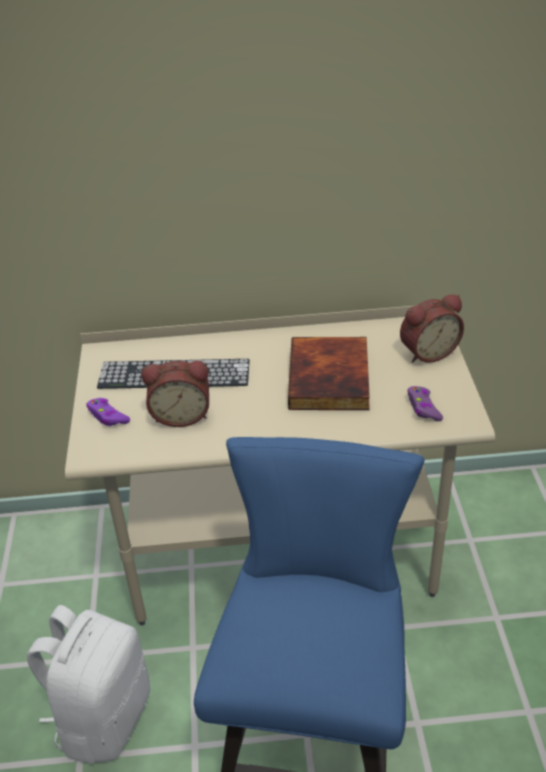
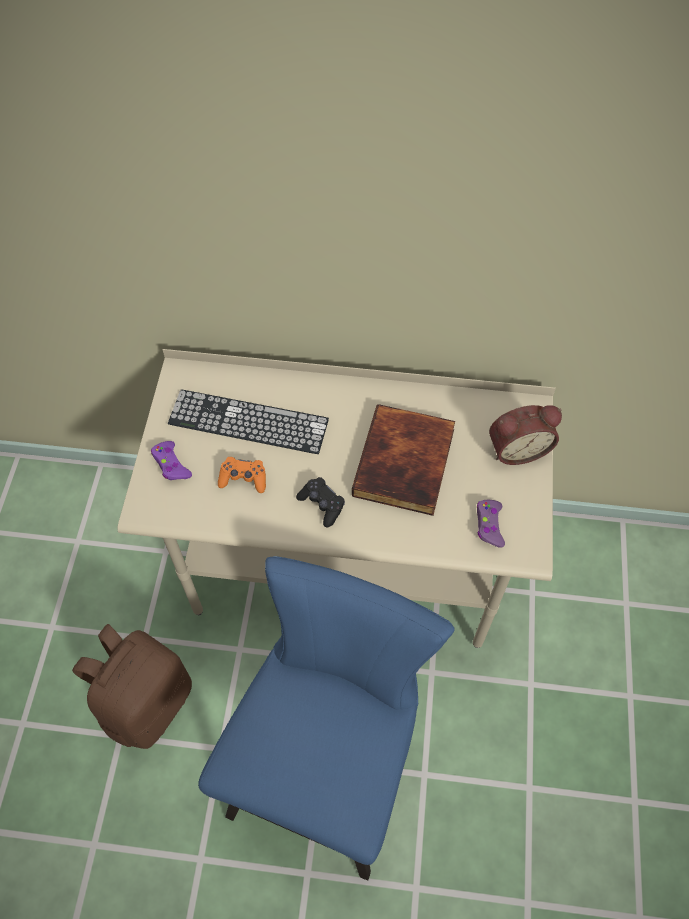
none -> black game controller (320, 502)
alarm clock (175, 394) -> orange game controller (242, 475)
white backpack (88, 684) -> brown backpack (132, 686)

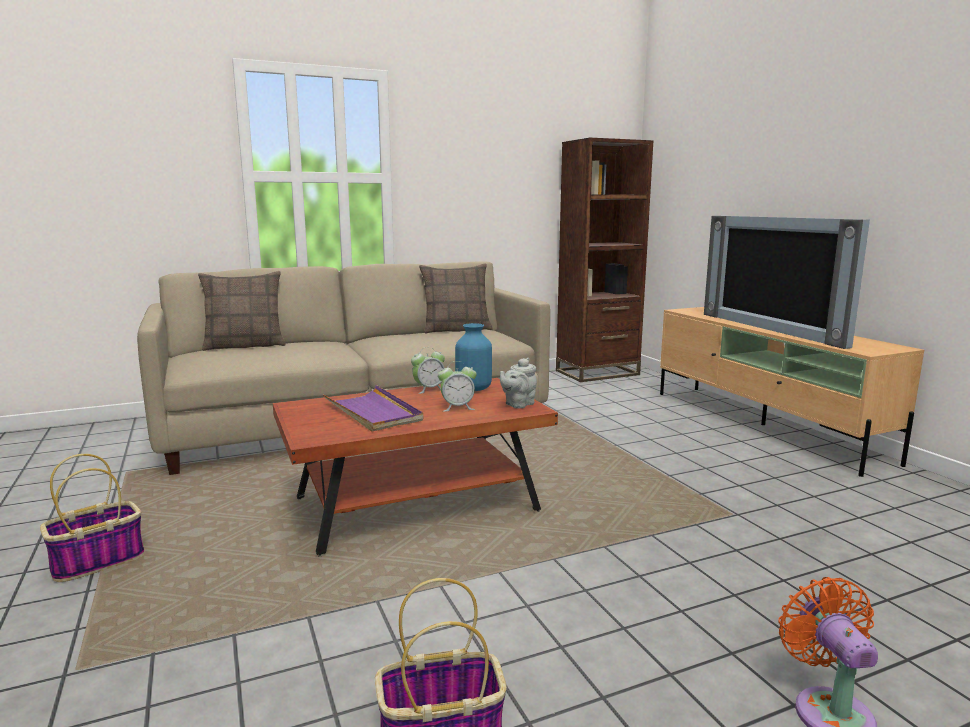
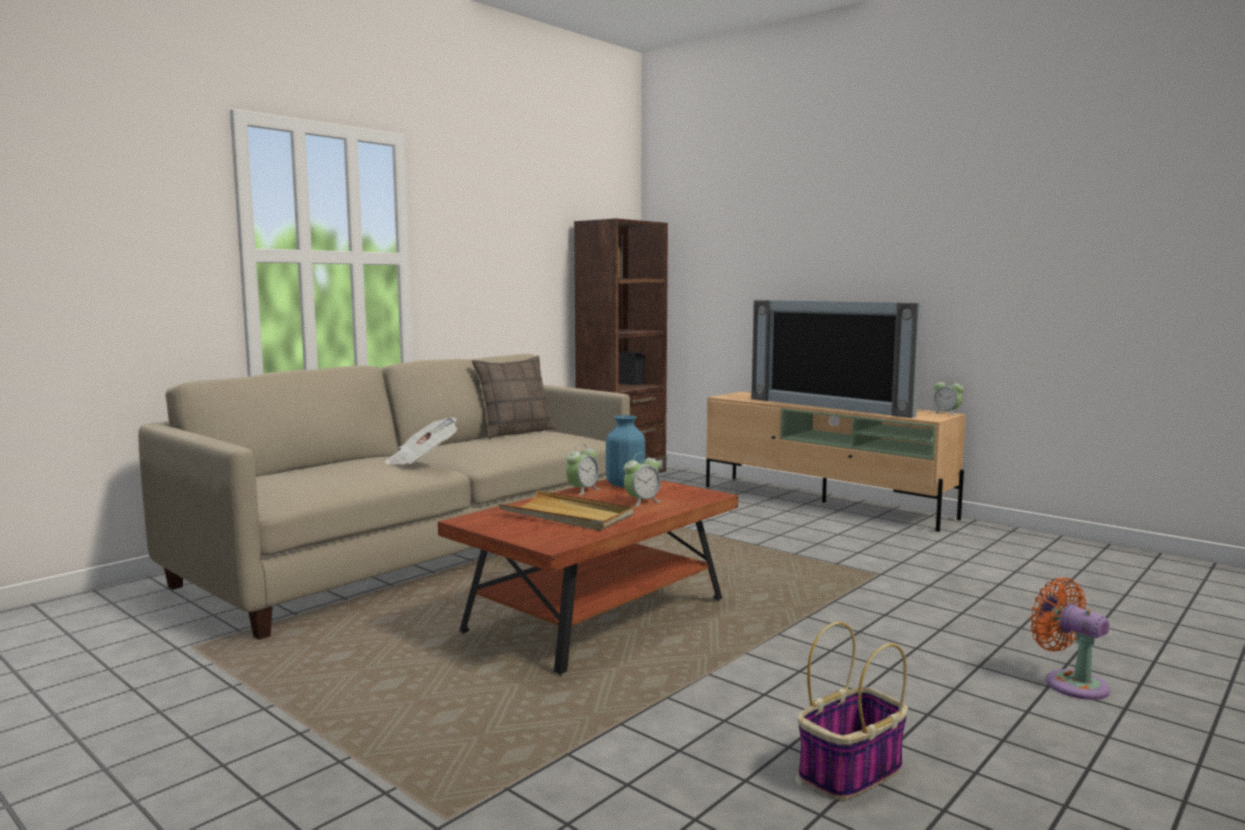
basket (92, 518) -> none
pillow (242, 311) -> none
grey teapot (518, 383) -> none
none -> newspaper (421, 441)
none -> alarm clock (949, 396)
purple tray (372, 408) -> beige tray (566, 510)

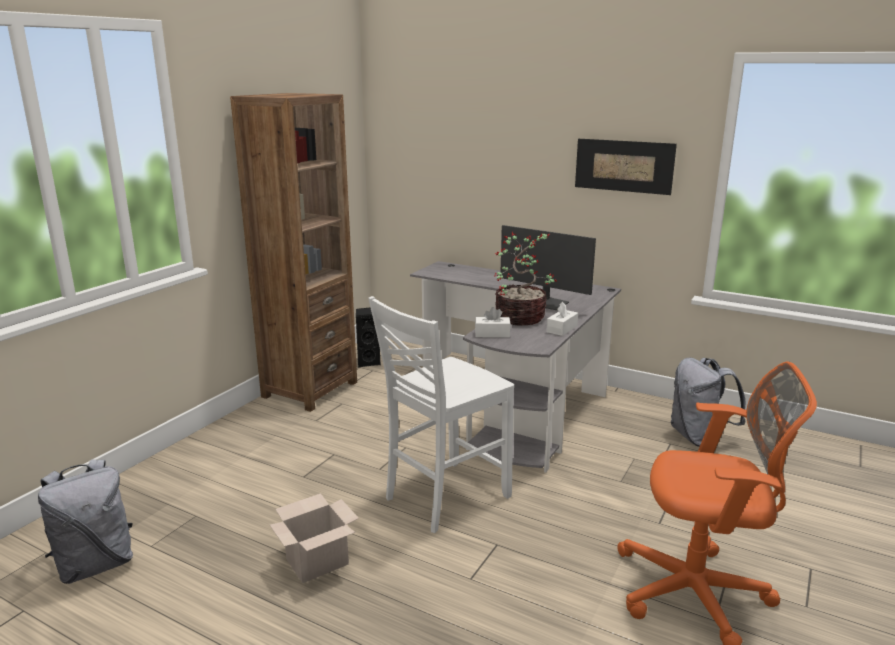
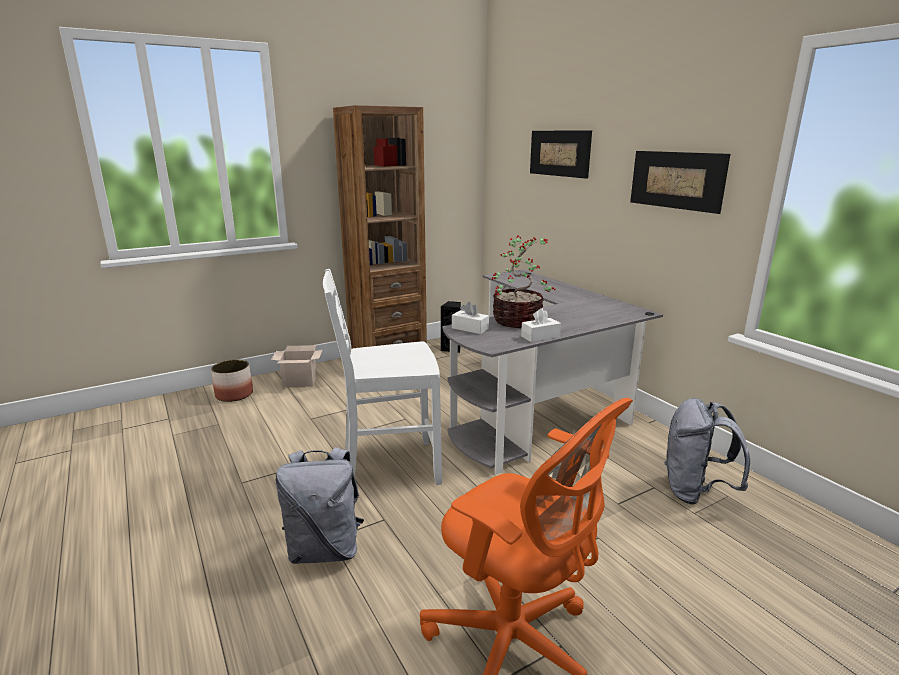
monitor (548, 267) -> none
none -> planter (232, 380)
none -> picture (561, 154)
grey backpack (85, 522) -> grey backpack (319, 505), shifted
cardboard box (314, 538) -> cardboard box (296, 366), shifted

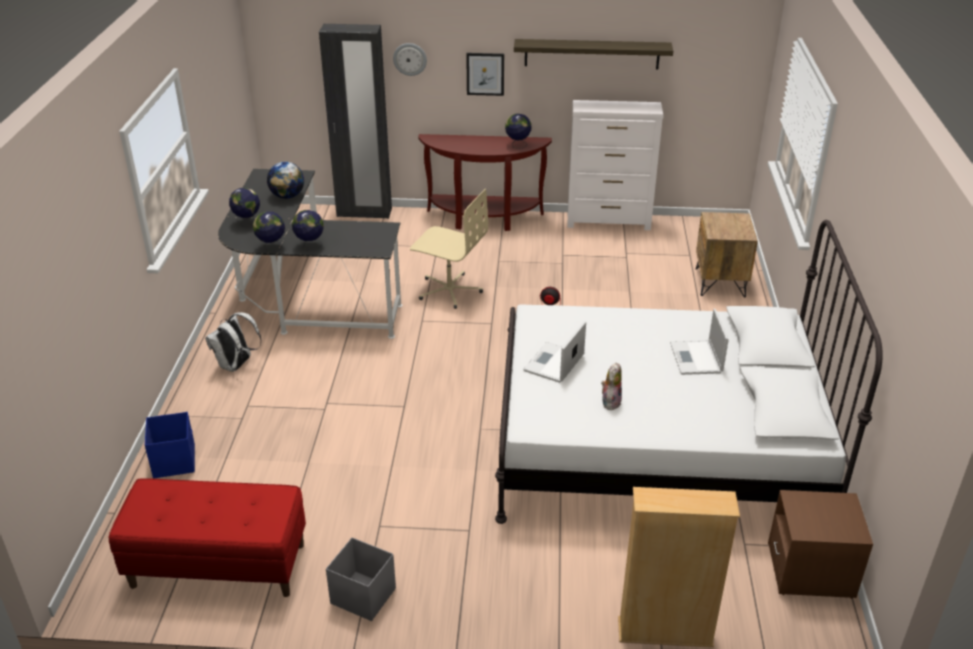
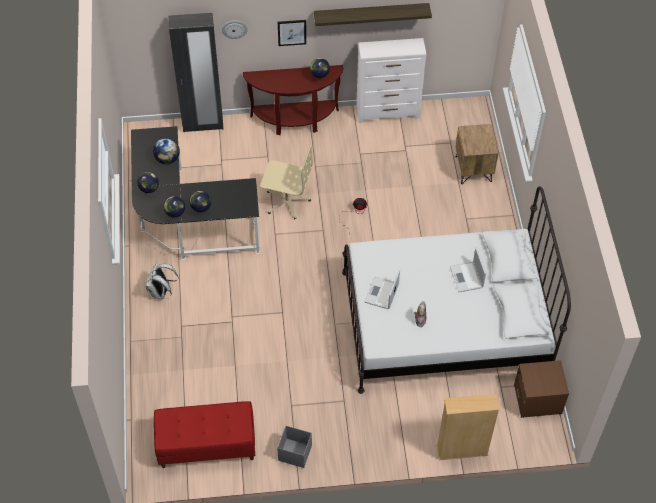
blue storage box (170, 445) -> none

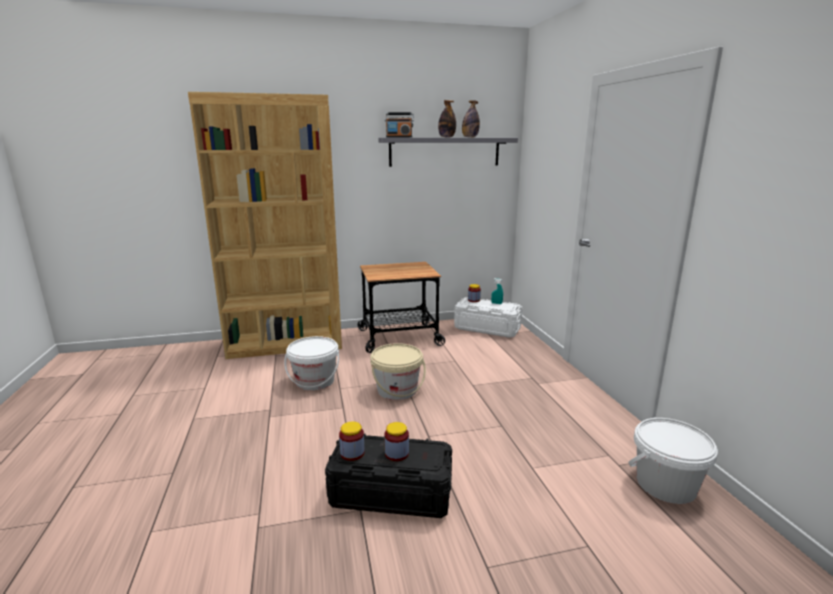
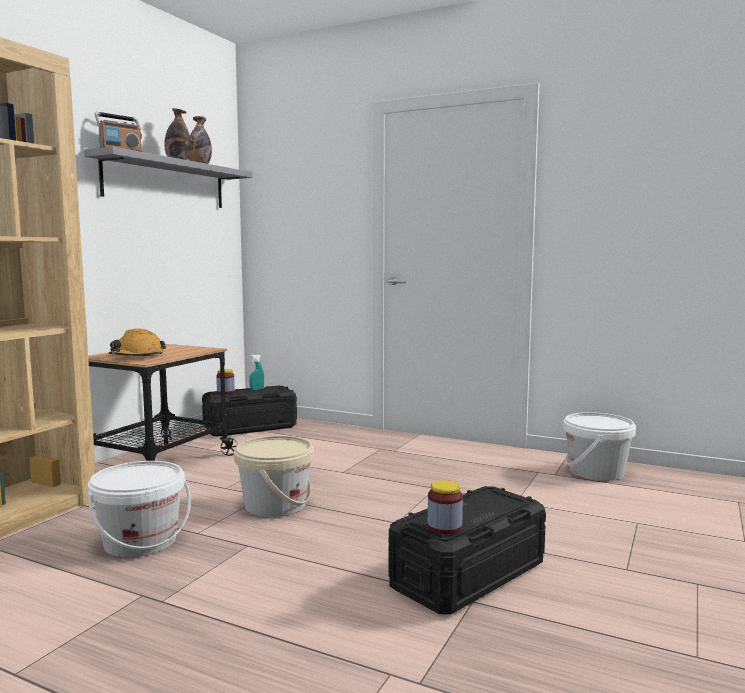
jar (396, 441) -> none
none -> orange hard hat (137, 342)
white storage box (488, 317) -> black storage box (249, 411)

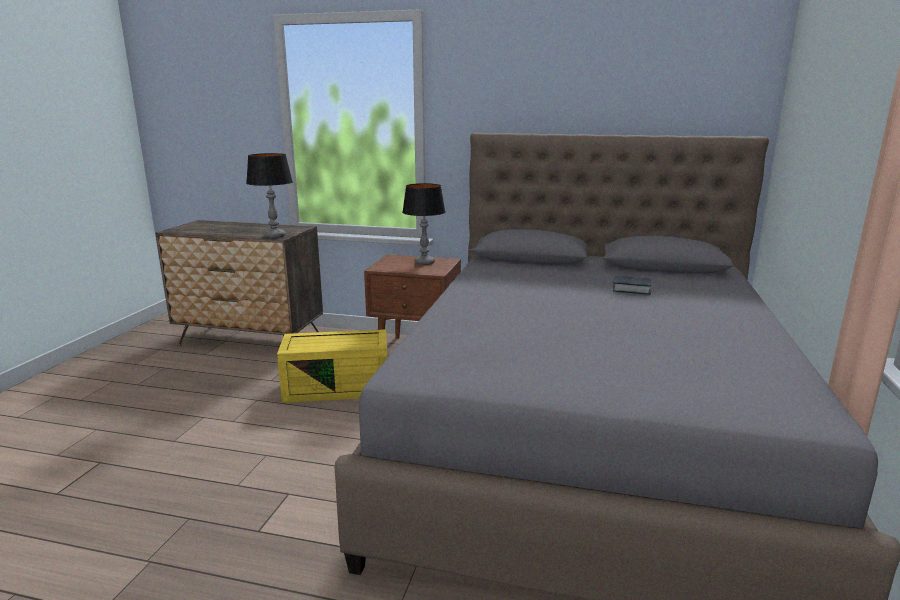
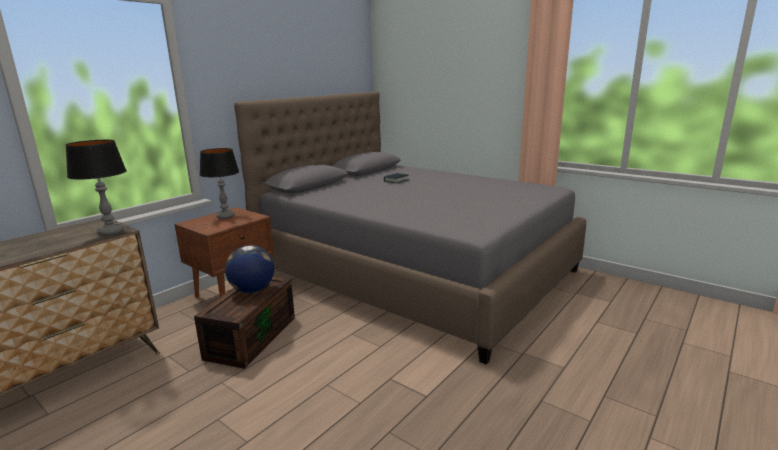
none -> globe (249, 269)
yellow storage box (332, 366) -> brown storage box (244, 323)

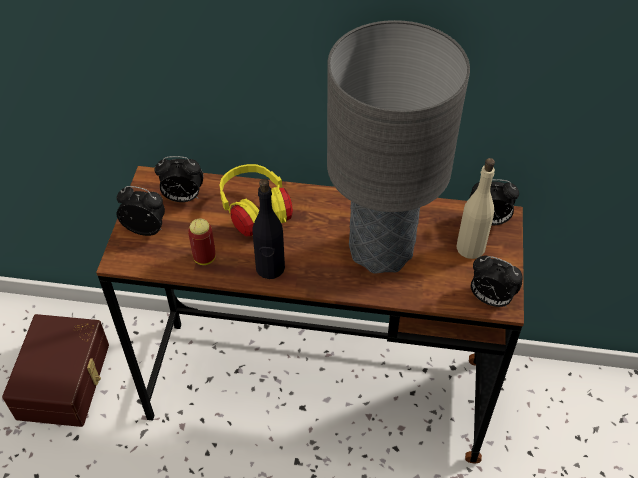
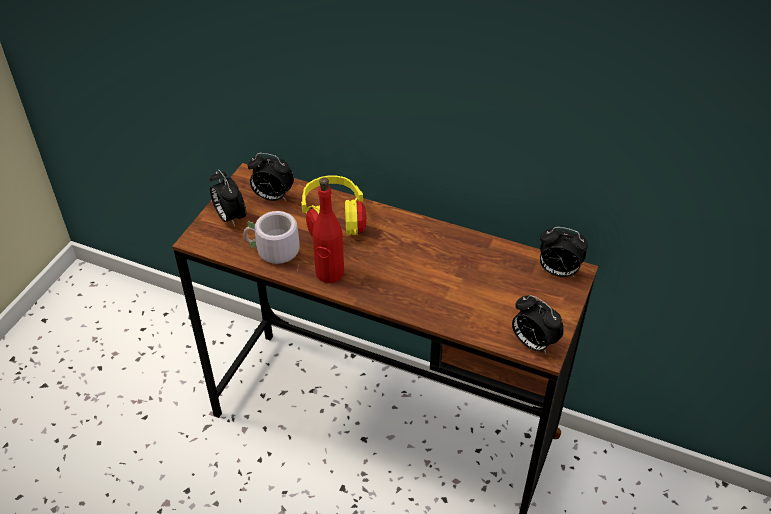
brown storage box (55, 370) -> none
grey table lamp (398, 147) -> none
beige bottle (475, 208) -> none
can (202, 242) -> grey mug (271, 241)
black bottle (268, 229) -> red bottle (328, 230)
alarm clock (141, 211) -> alarm clock (228, 198), 150 degrees counterclockwise

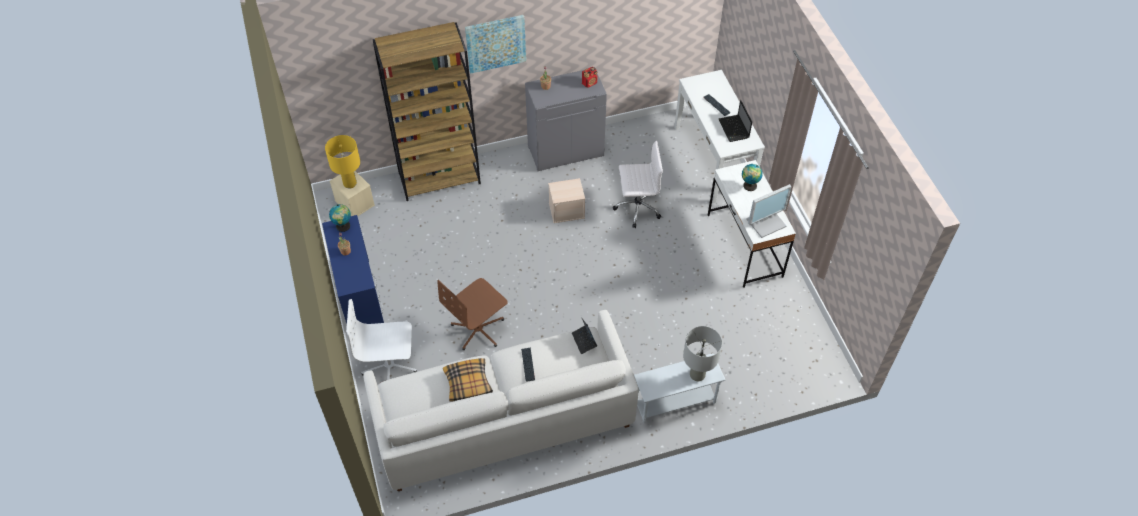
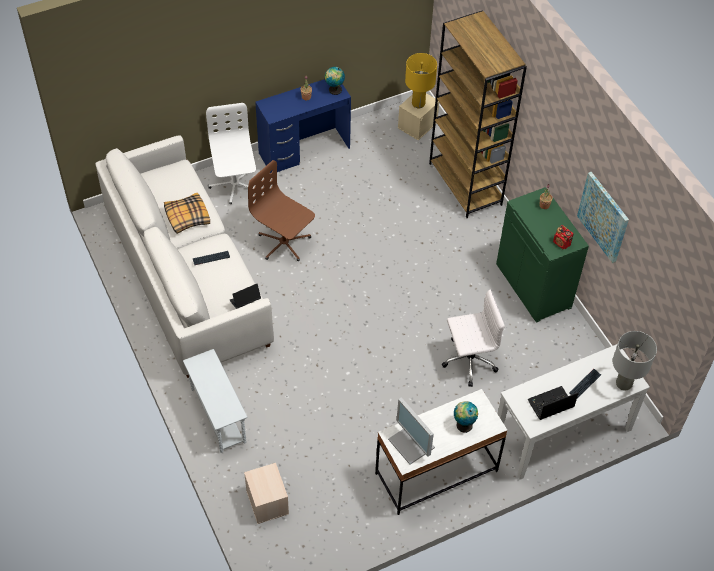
picture (495, 44) -> picture (603, 217), shifted
beige storage box (566, 200) -> beige storage box (266, 493), shifted
grey table lamp (702, 353) -> grey table lamp (635, 361), shifted
grey cabinet (566, 120) -> green cabinet (542, 254)
white office chair (638, 184) -> white office chair (473, 338), 90 degrees counterclockwise

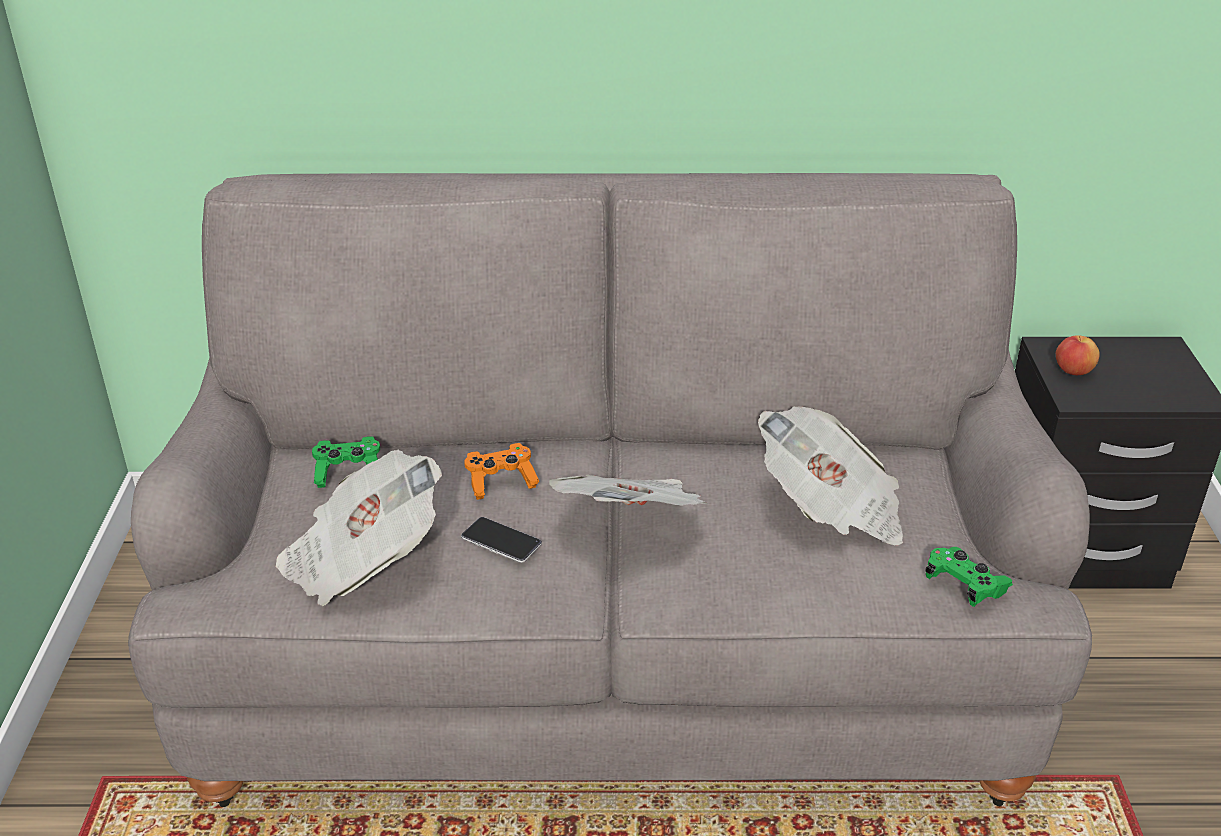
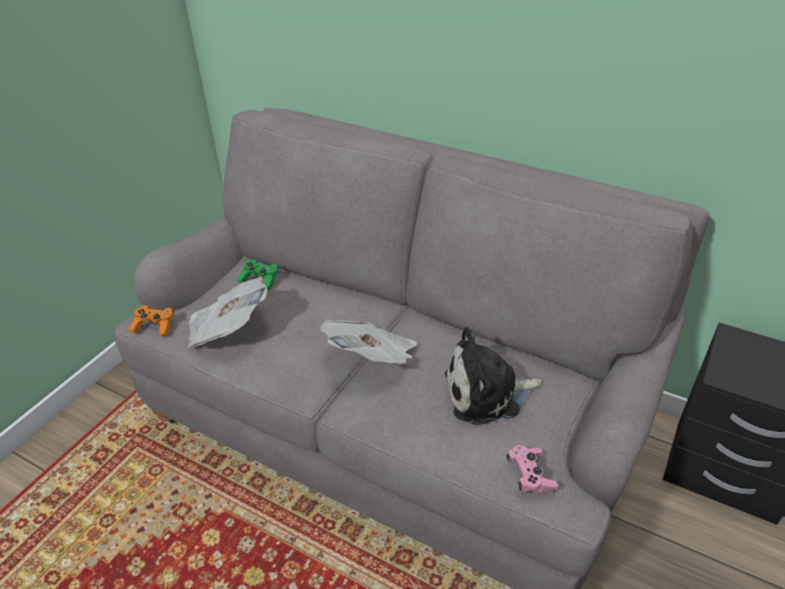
phone (501, 540) -> none
apple (1078, 355) -> none
orange game controller (501, 471) -> orange game controller (151, 321), shifted
newspaper (830, 476) -> plush toy (493, 376)
green game controller (969, 577) -> pink game controller (532, 469)

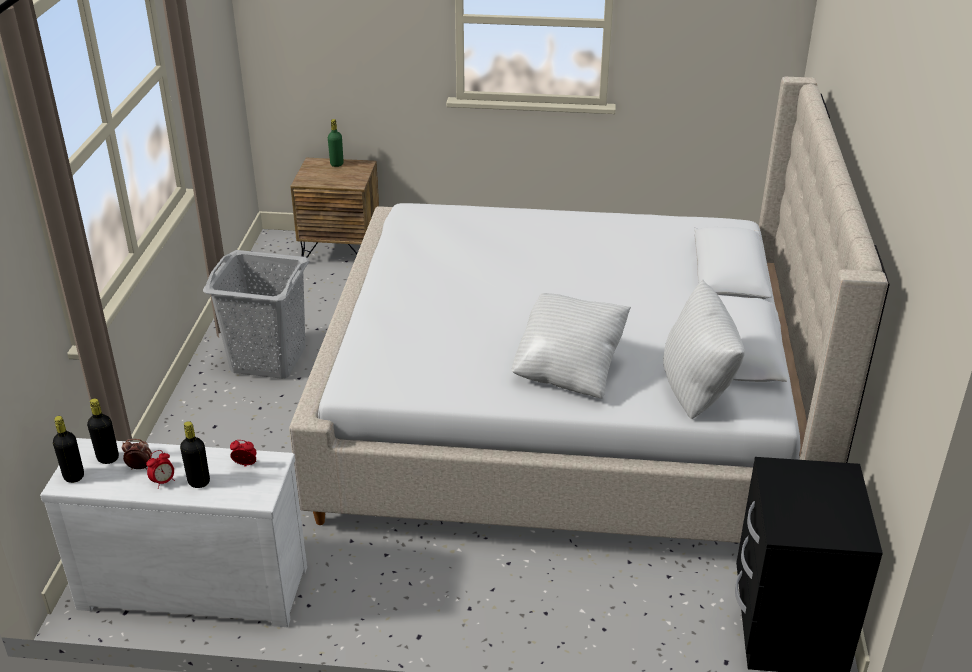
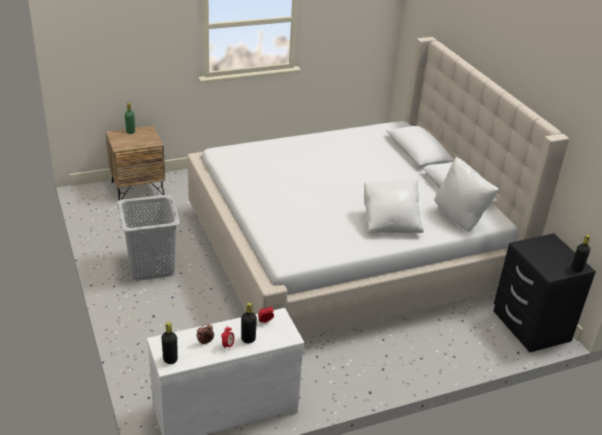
black bottle (103, 431) -> black bottle (580, 253), shifted

